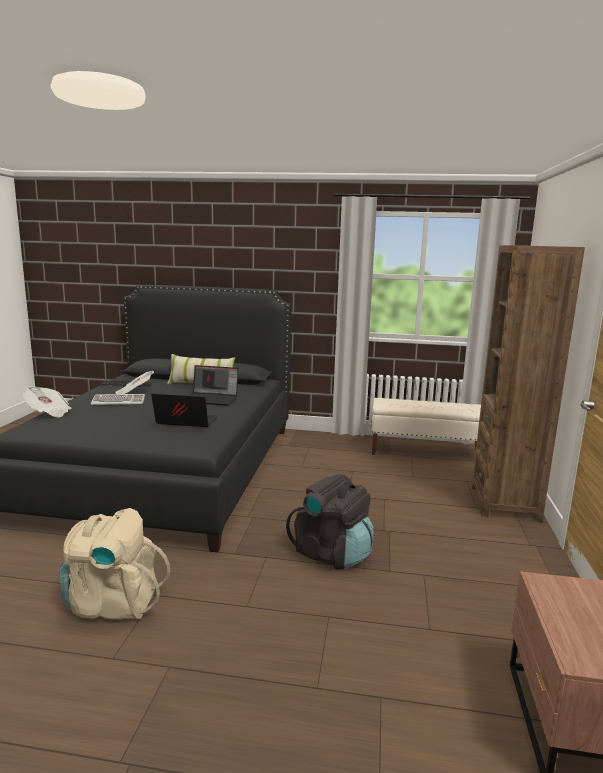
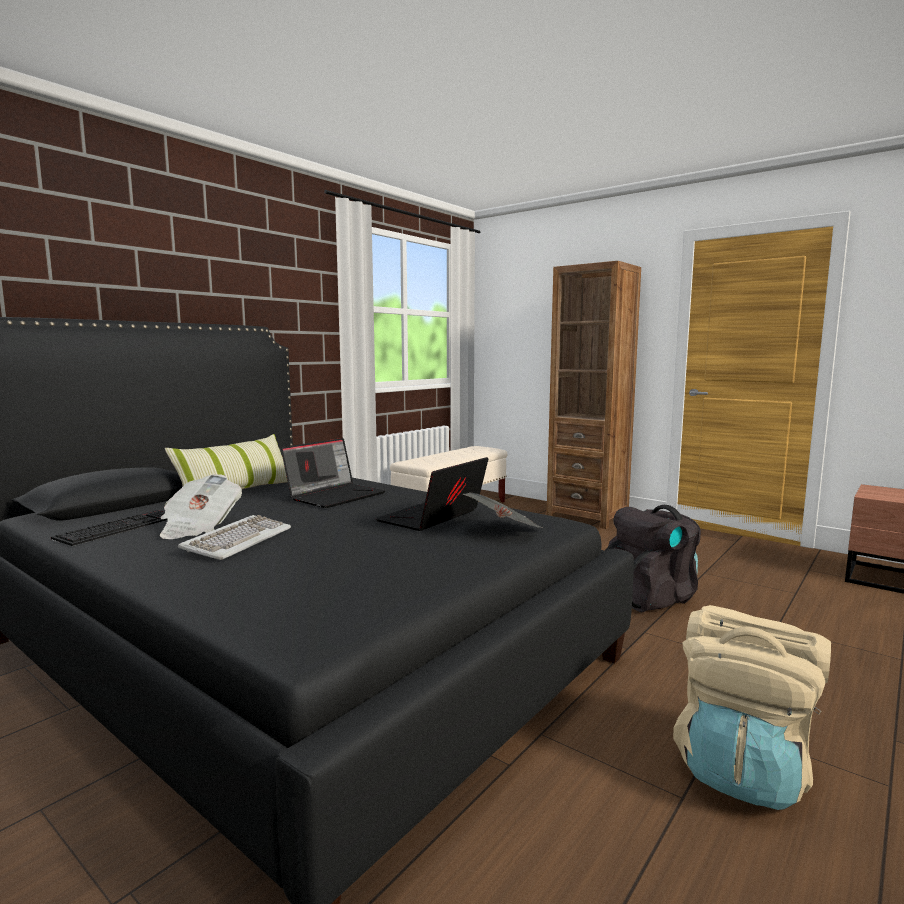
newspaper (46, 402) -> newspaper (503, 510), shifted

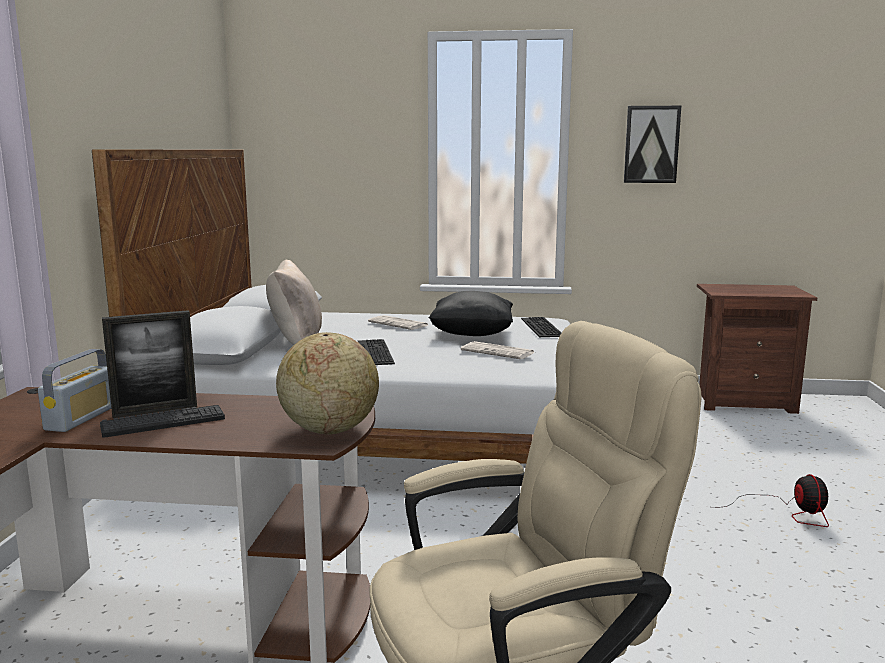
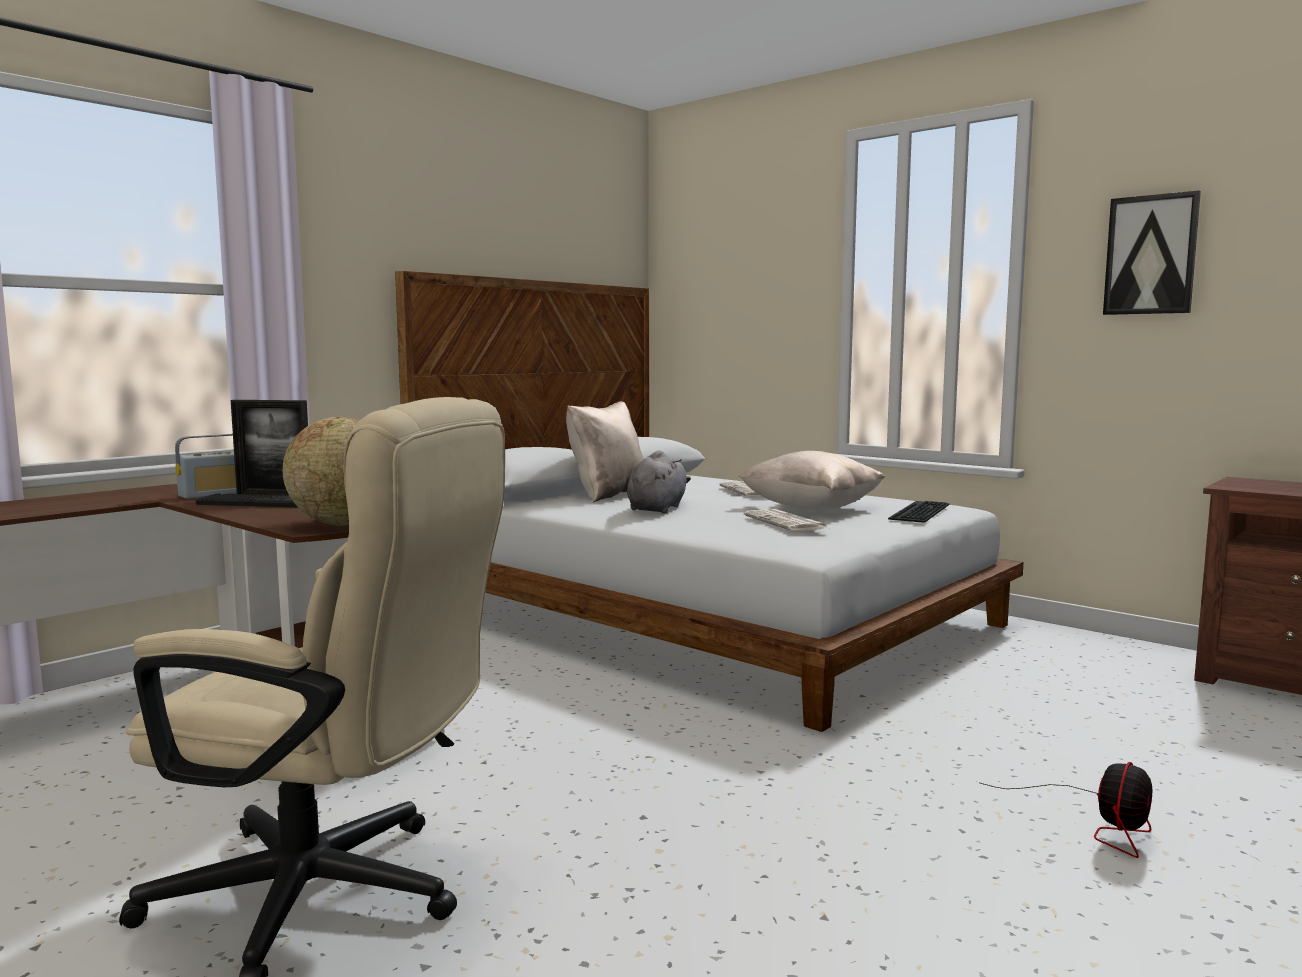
keyboard (376, 352) -> grey plush toy (659, 481)
black pillow (471, 313) -> beige pillow (812, 480)

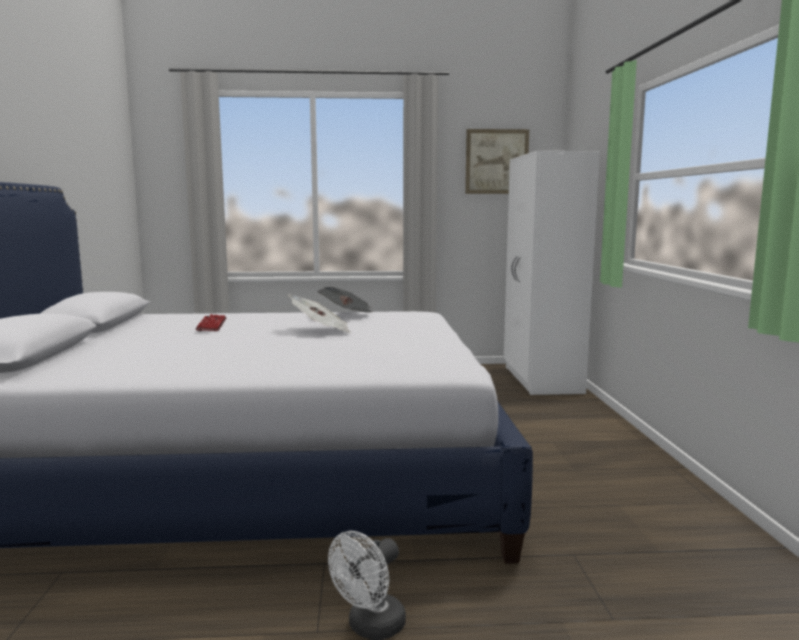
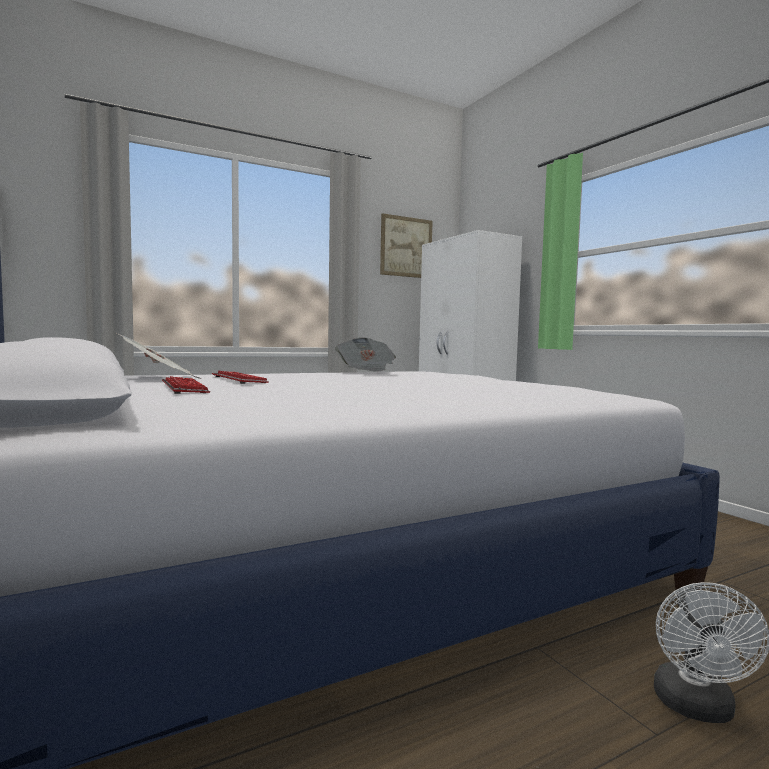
none -> keyboard (186, 385)
newspaper (319, 313) -> newspaper (158, 355), shifted

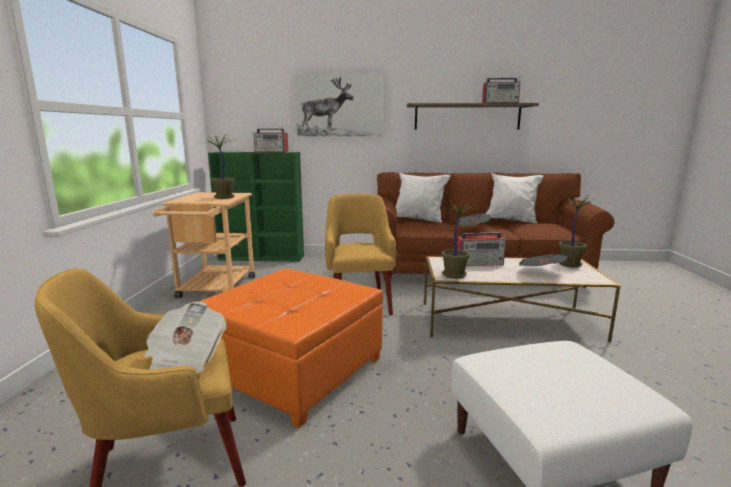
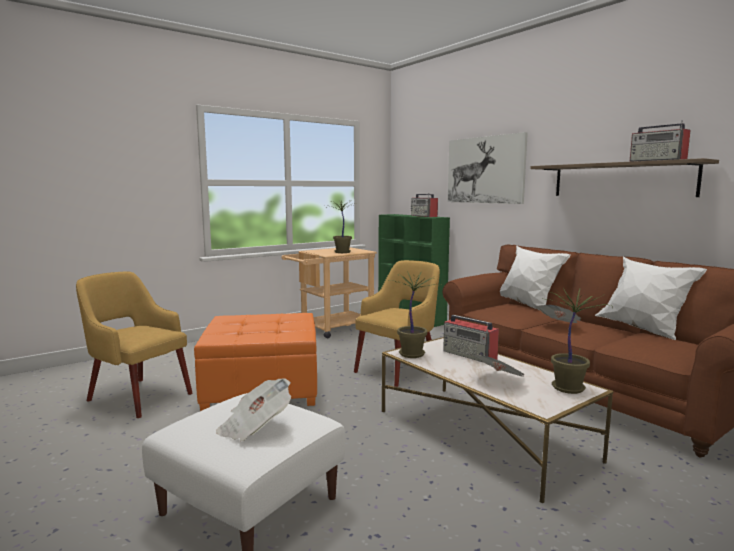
newspaper (185, 337) -> newspaper (253, 410), shifted

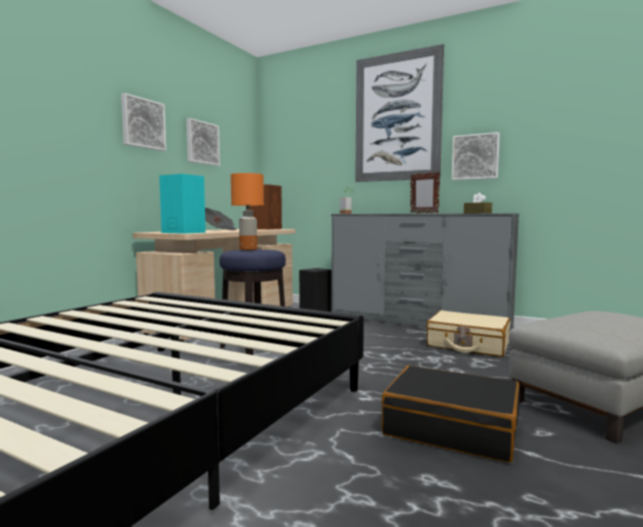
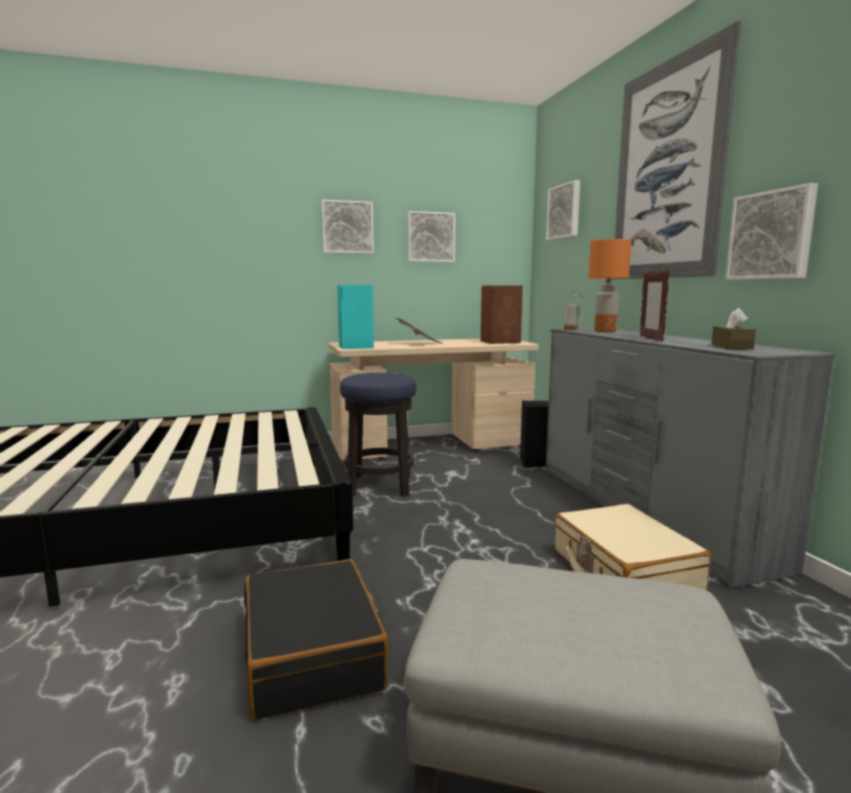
none -> picture (563, 210)
orange table lamp (247, 211) -> orange table lamp (610, 285), shifted

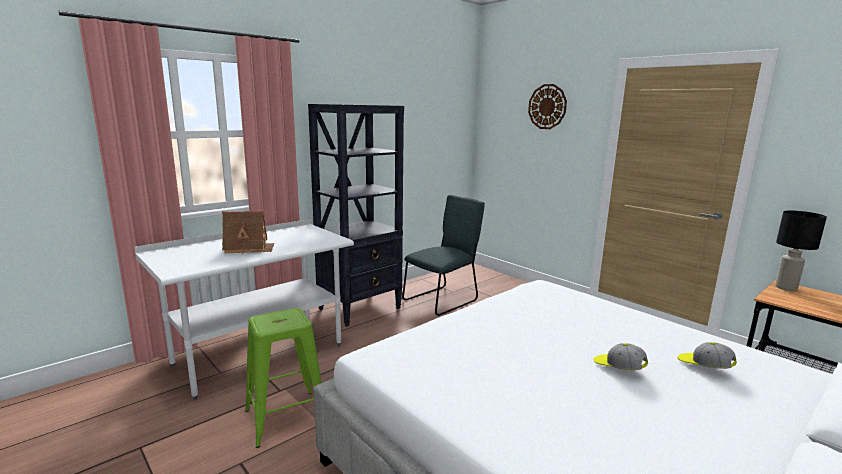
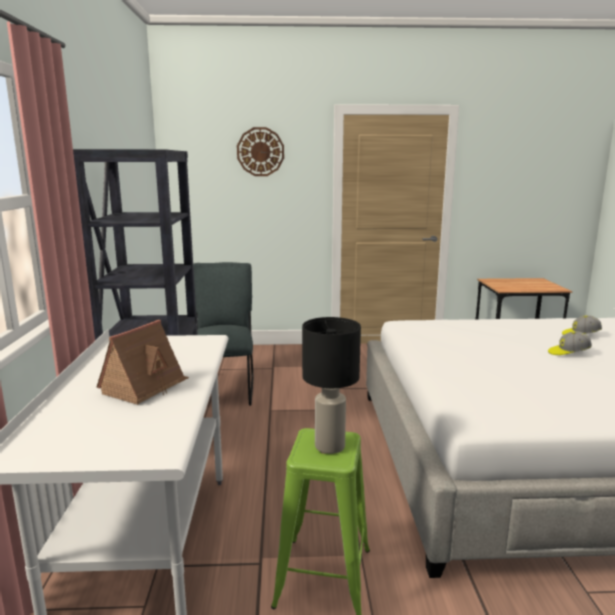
black table lamp (801, 251) -> black table lamp (331, 385), shifted

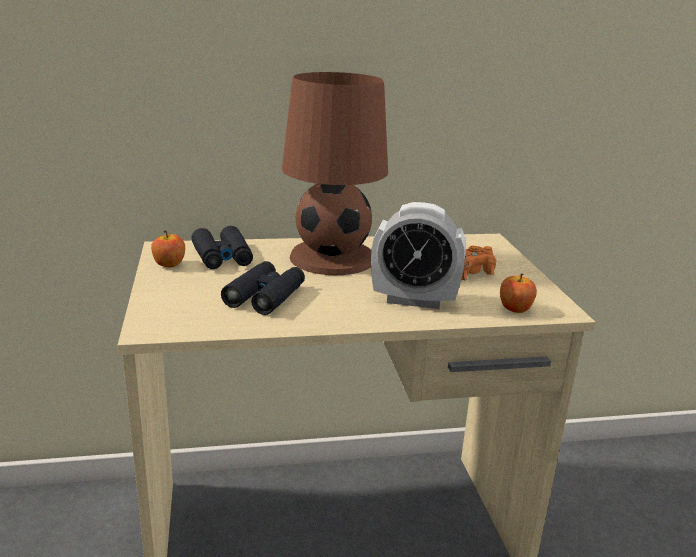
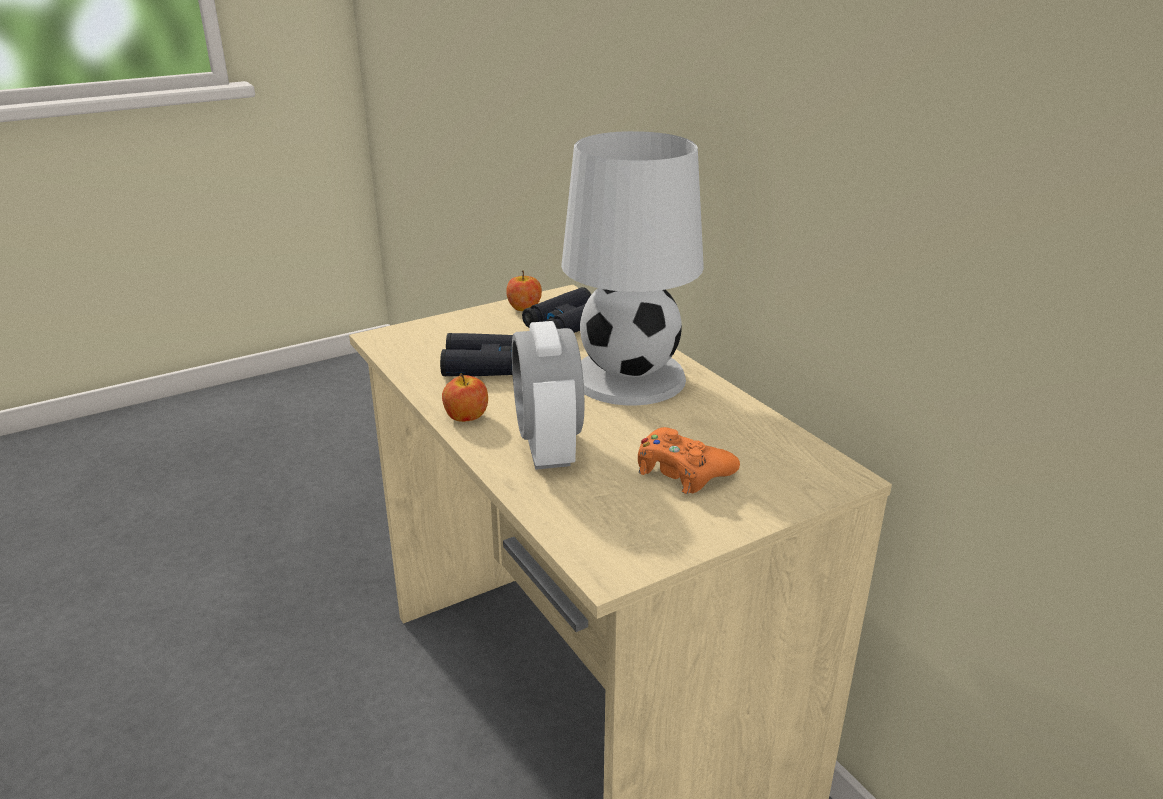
apple (518, 293) -> apple (465, 397), shifted
brown table lamp (335, 173) -> white table lamp (632, 268)

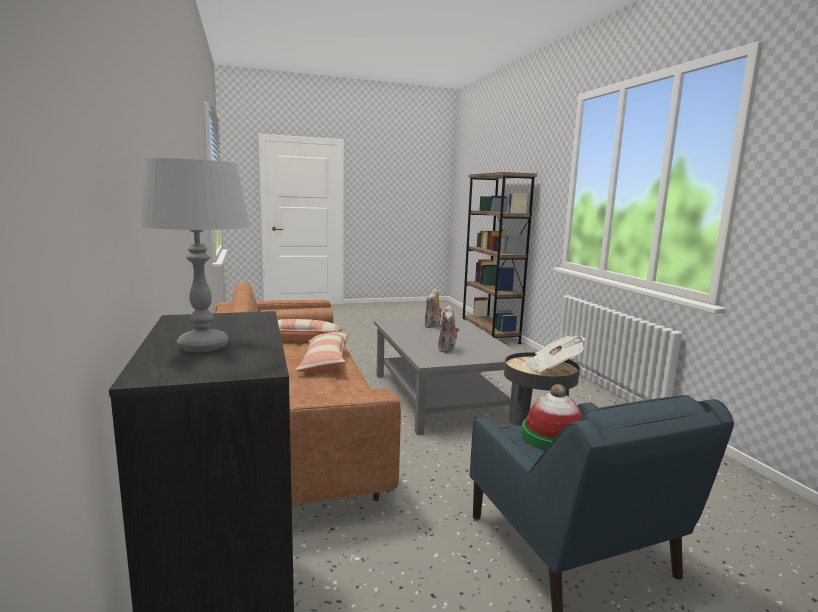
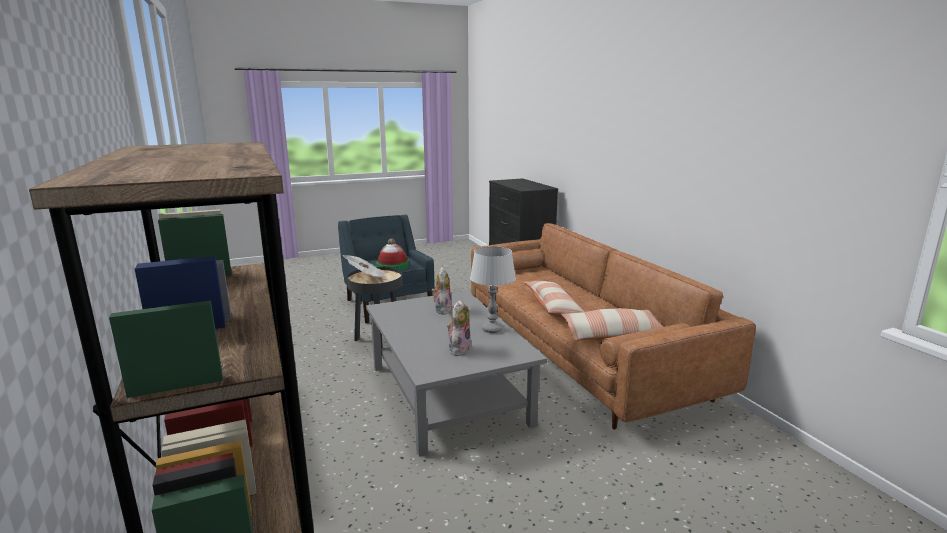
grey table lamp (194, 255) -> grey table lamp (493, 289), shifted

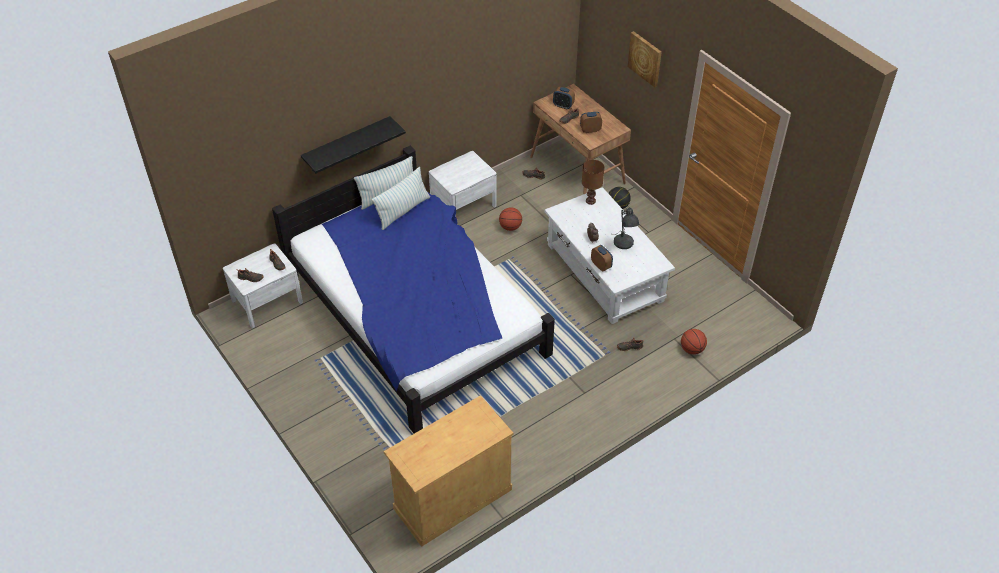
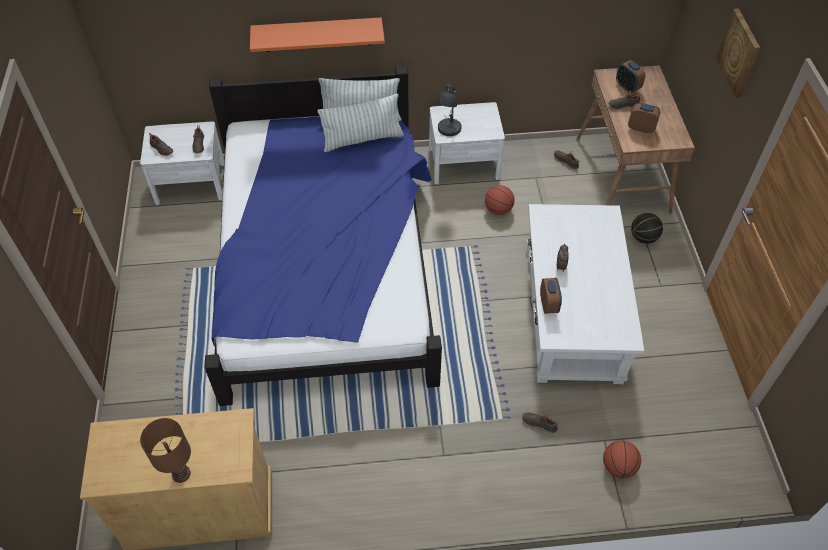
brown table lamp (593, 182) -> brown table lamp (165, 450), shifted
grey table lamp (626, 227) -> grey table lamp (449, 107), shifted
black shelf (353, 144) -> orange shelf (317, 34)

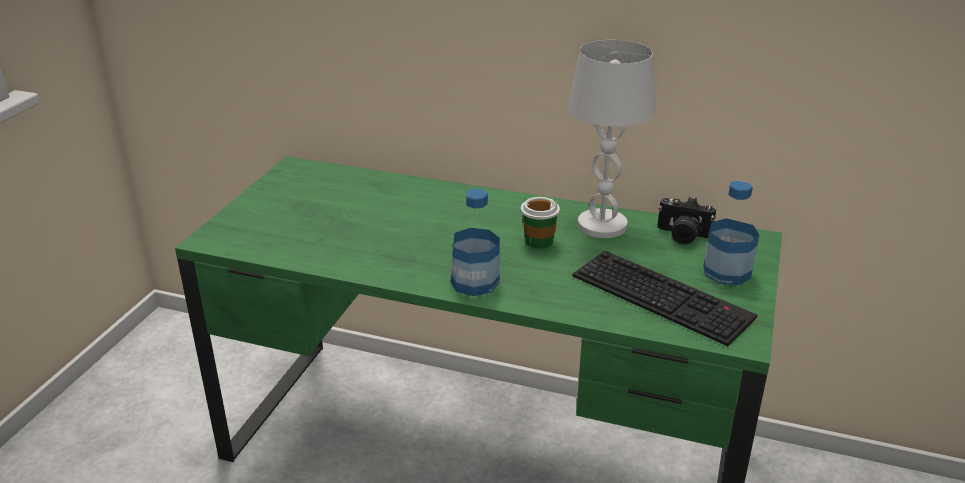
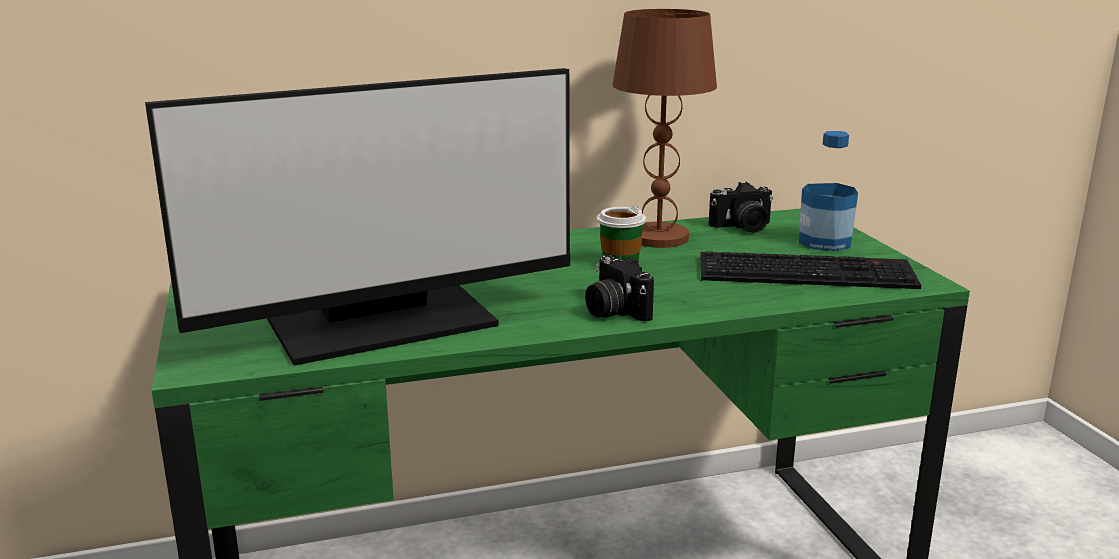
none -> monitor (357, 216)
bottle (475, 242) -> photo camera (619, 288)
white table lamp (612, 139) -> brown table lamp (665, 128)

